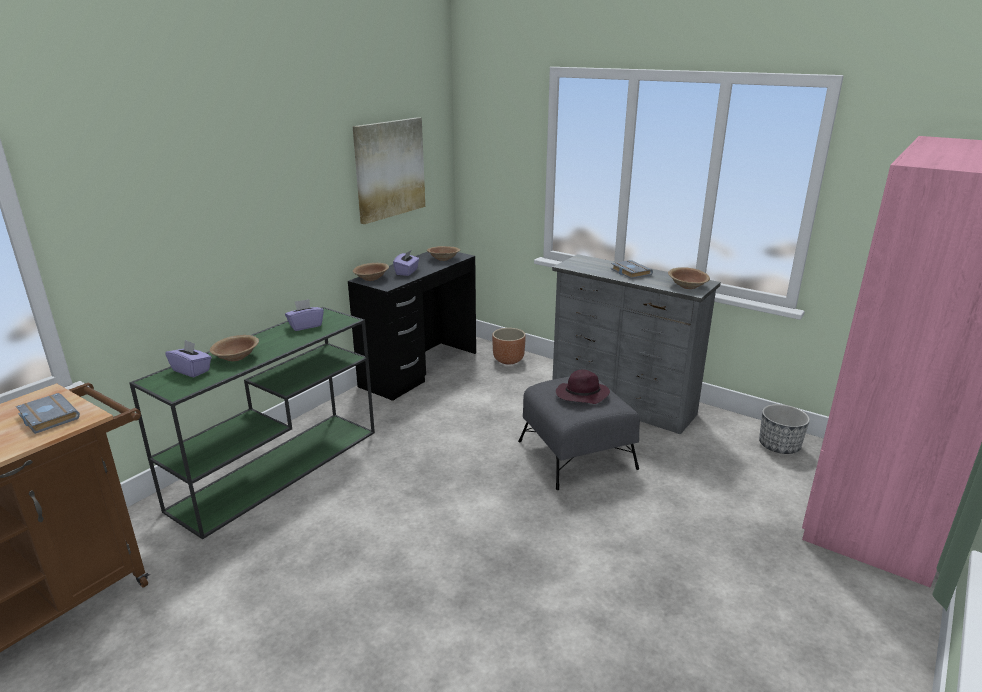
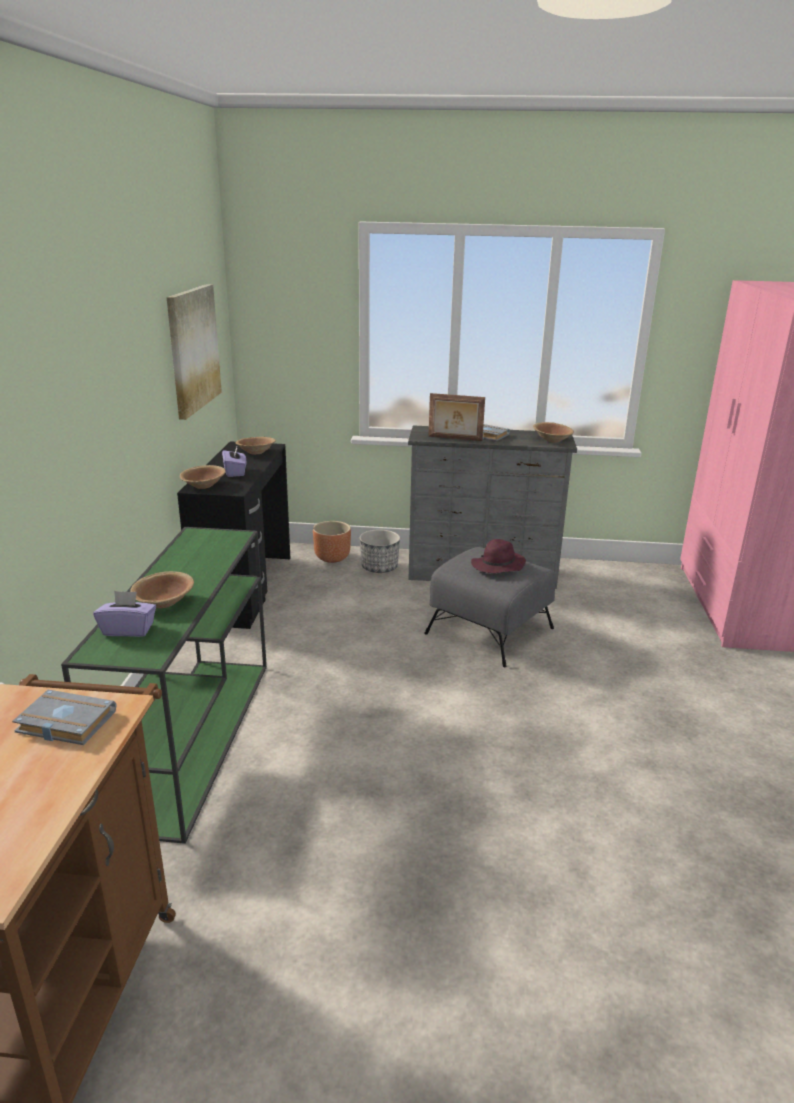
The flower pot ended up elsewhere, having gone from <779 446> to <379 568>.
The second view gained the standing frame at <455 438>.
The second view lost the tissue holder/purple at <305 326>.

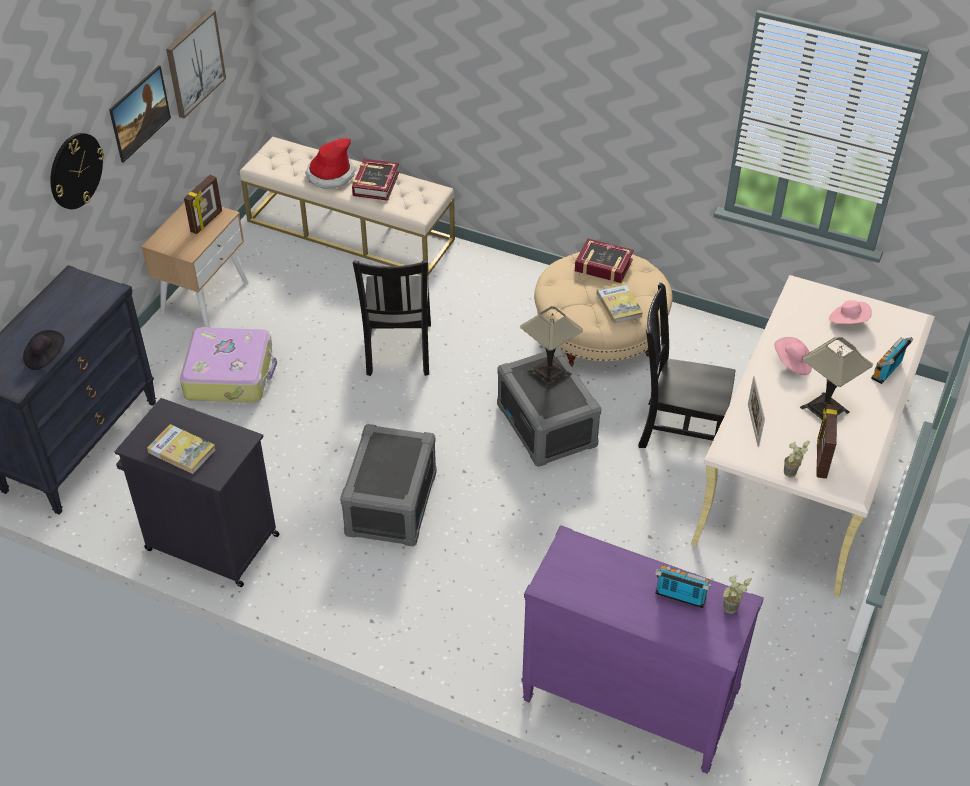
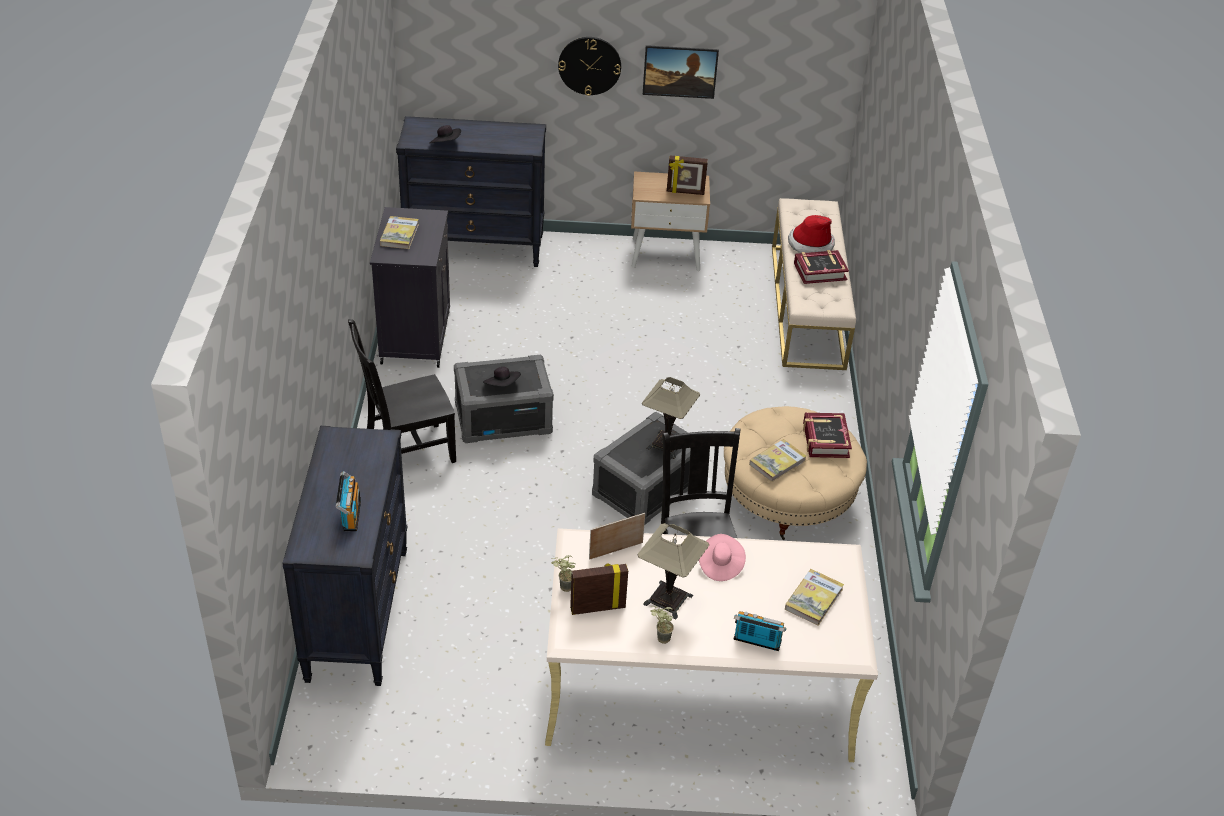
What was the drawer chest/purple at <626 704> turned into the drawer chest/black at <357 613>.
The plain chair/black ended up elsewhere, having gone from <398 351> to <406 451>.
The second view gained the clothing hat/black at <502 386>.
The houseplant ended up elsewhere, having gone from <729 612> to <659 639>.
Where the clothing hat/pinkish stood at <848 321>, the volume came to stand at <813 599>.
The second view lost the picture at <194 63>.
The second view lost the suitcase at <230 374>.

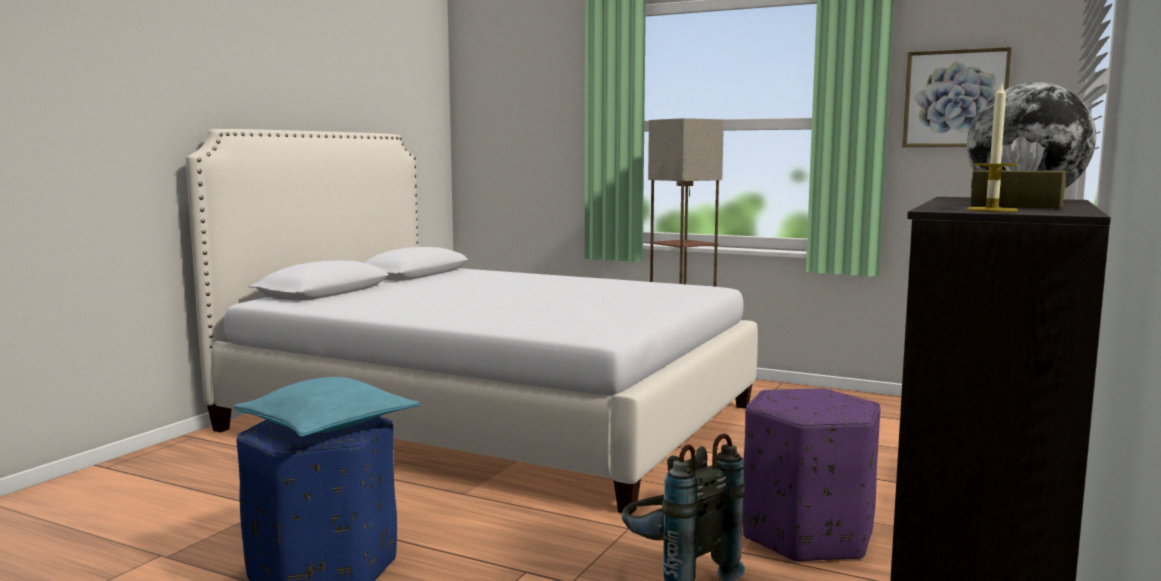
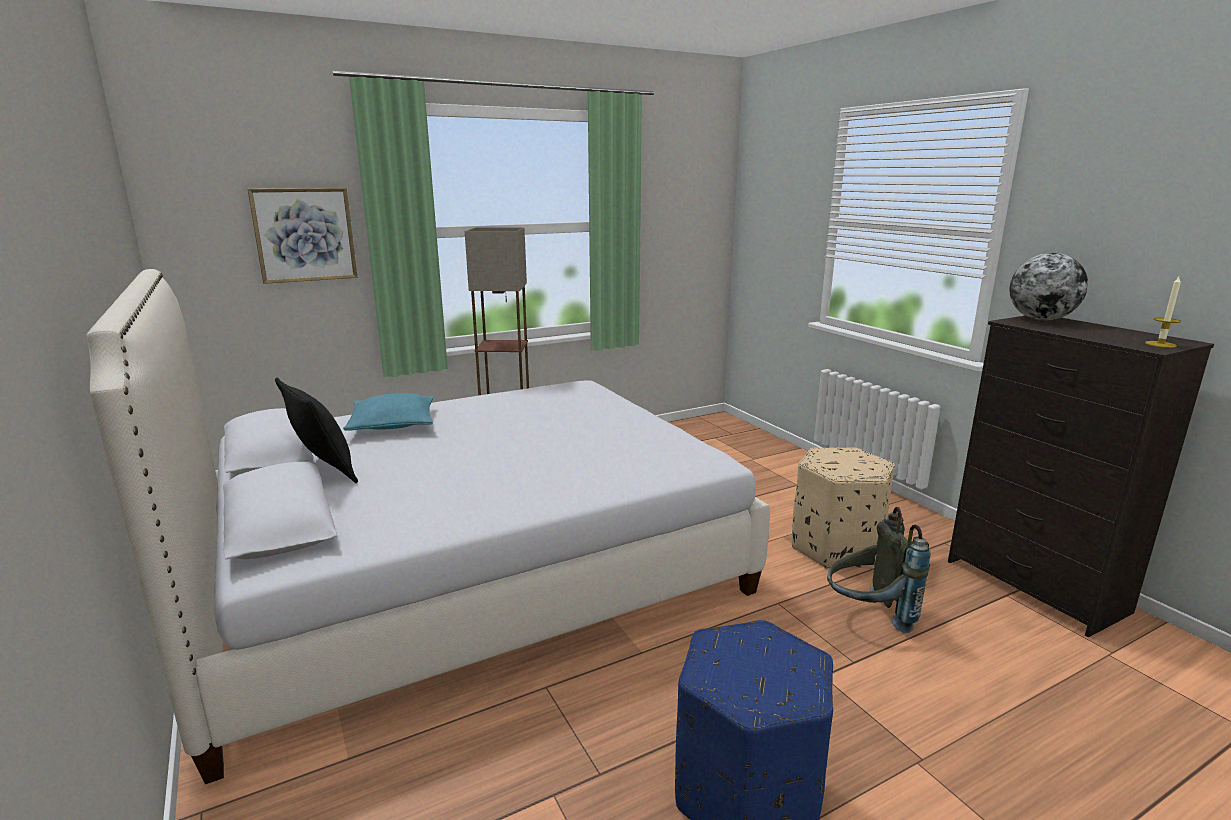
The picture ended up elsewhere, having gone from <955 98> to <304 235>.
The second view gained the pillow/black at <324 471>.
The pillow/turquoise ended up elsewhere, having gone from <328 425> to <393 424>.
What was the pouffe/purple at <808 535> turned into the pouffe/beige-coloured at <836 547>.
The second view lost the tissue holder/brownish at <1016 206>.

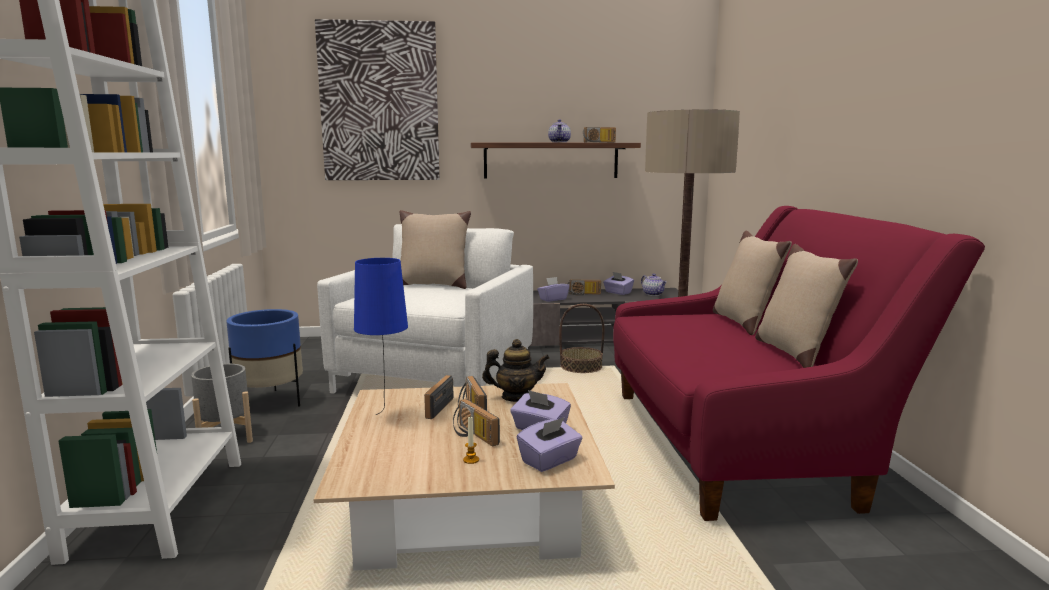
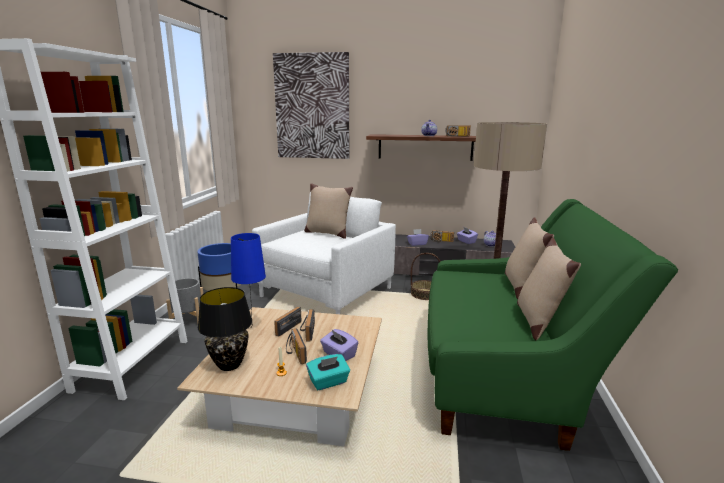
The second view gained the tabletop lamp/black at <230 364>.
What was the tissue holder/purple at <550 461> turned into the tissue holder/turquoise at <328 382>.
What was the settee/red-coloured at <741 443> turned into the settee/green-coloured at <505 373>.
The second view lost the tea pot at <516 397>.

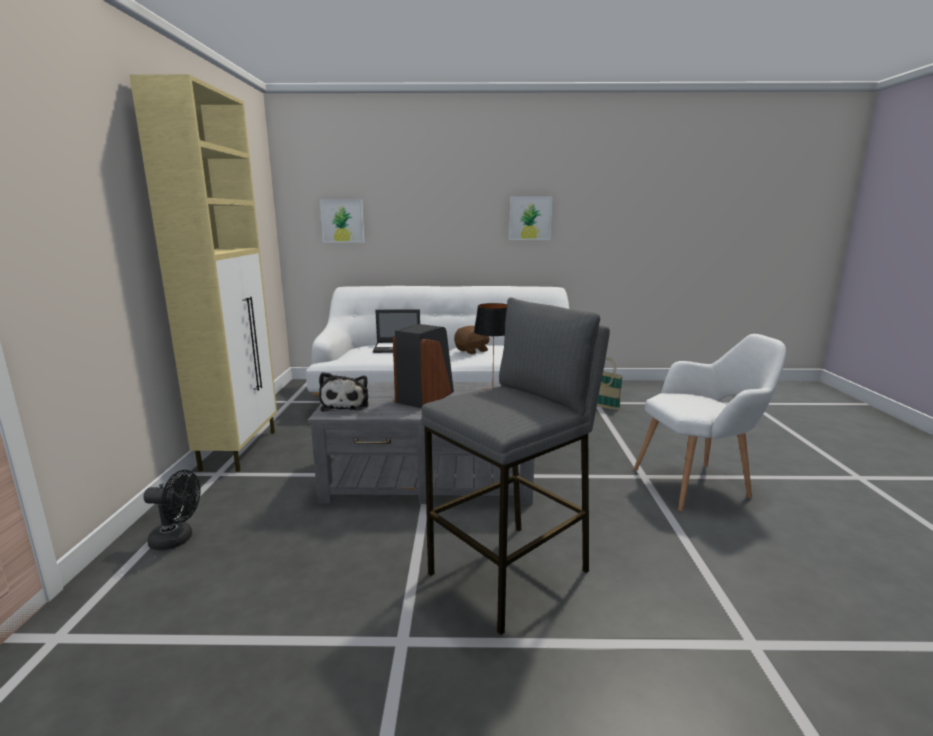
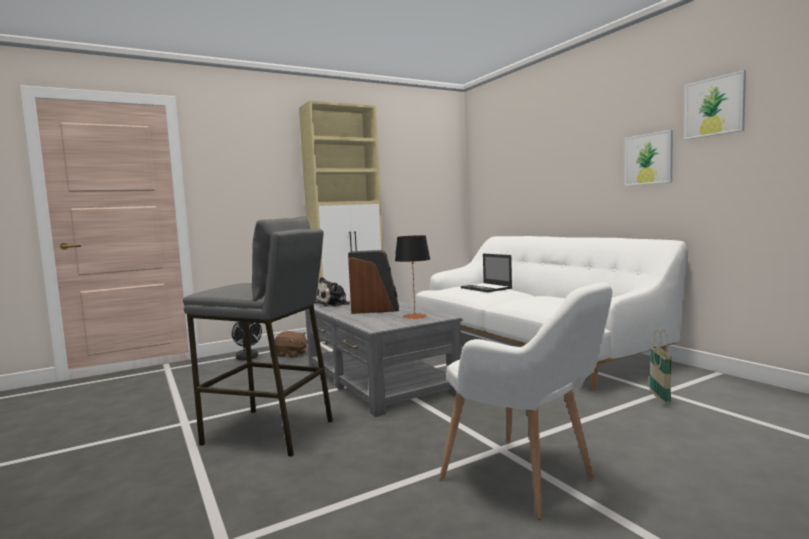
The plush toy/brownish ended up elsewhere, having gone from <472 351> to <291 354>.
The picture ended up elsewhere, having gone from <342 221> to <714 106>.

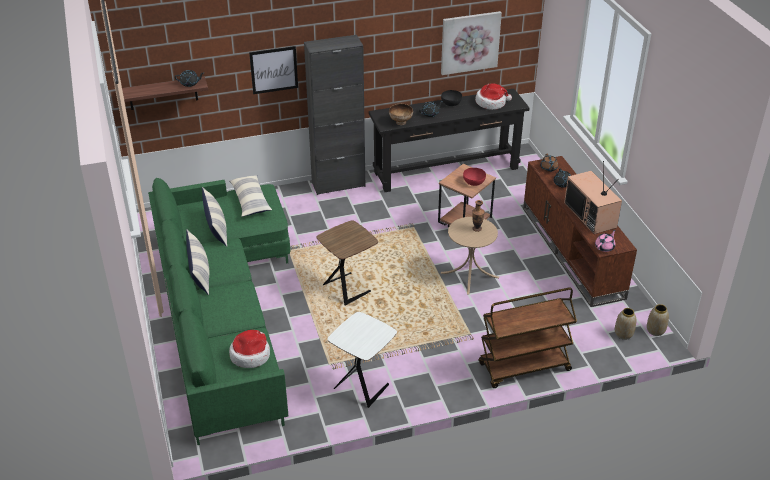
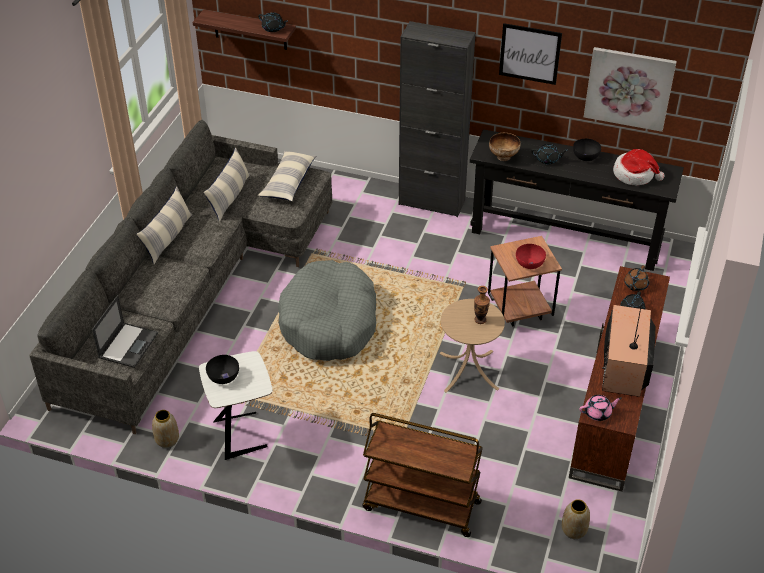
What was the settee/green-coloured at <223 310> turned into the settee/greyish at <193 287>.
Where the clothing hat stood at <250 355>, the portable computer came to stand at <128 345>.
The decorative vase ended up elsewhere, having gone from <655 331> to <167 440>.
The second view gained the deep dish/black at <223 376>.
Where the side table/brownish stood at <348 288>, the pet bed/greyish came to stand at <329 322>.
The picture ended up elsewhere, having gone from <274 70> to <530 53>.

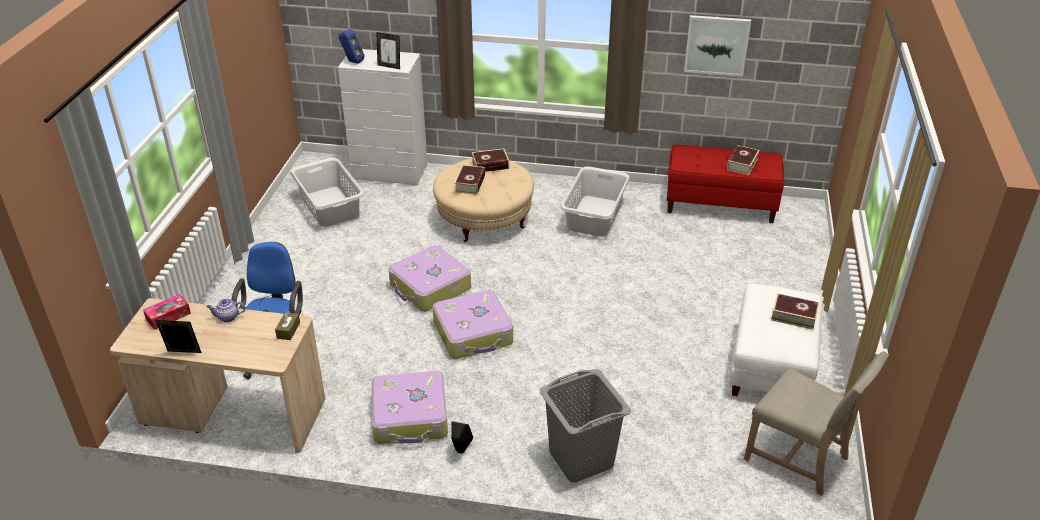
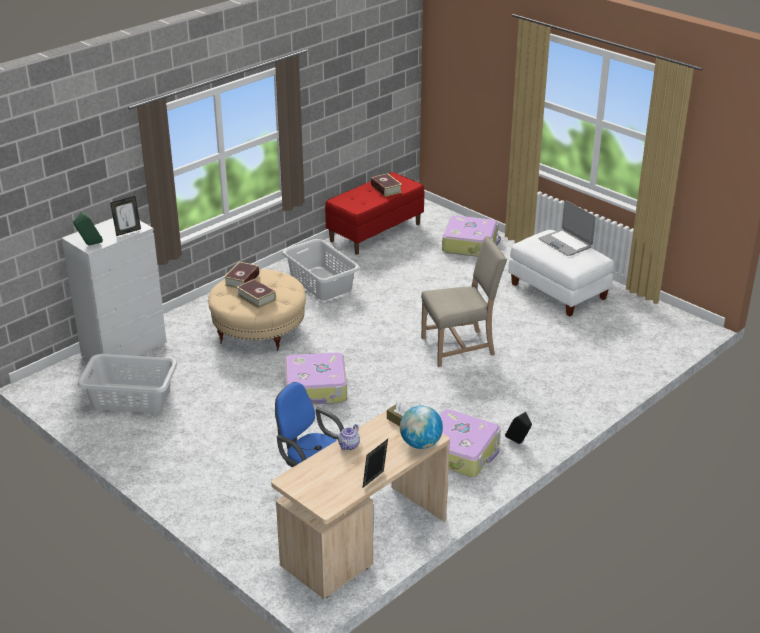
What was the audio speaker/blue at <352 62> turned into the audio speaker/green-coloured at <89 245>.
The second view gained the world globe at <420 444>.
The plain chair/beige-coloured ended up elsewhere, having gone from <800 458> to <460 347>.
The suitcase ended up elsewhere, having gone from <473 333> to <470 244>.
Where the volume stood at <794 316>, the portable computer came to stand at <565 243>.
The second view lost the tissue holder at <168 316>.
The second view lost the hamper/greyish at <581 459>.
The second view lost the picture at <716 45>.

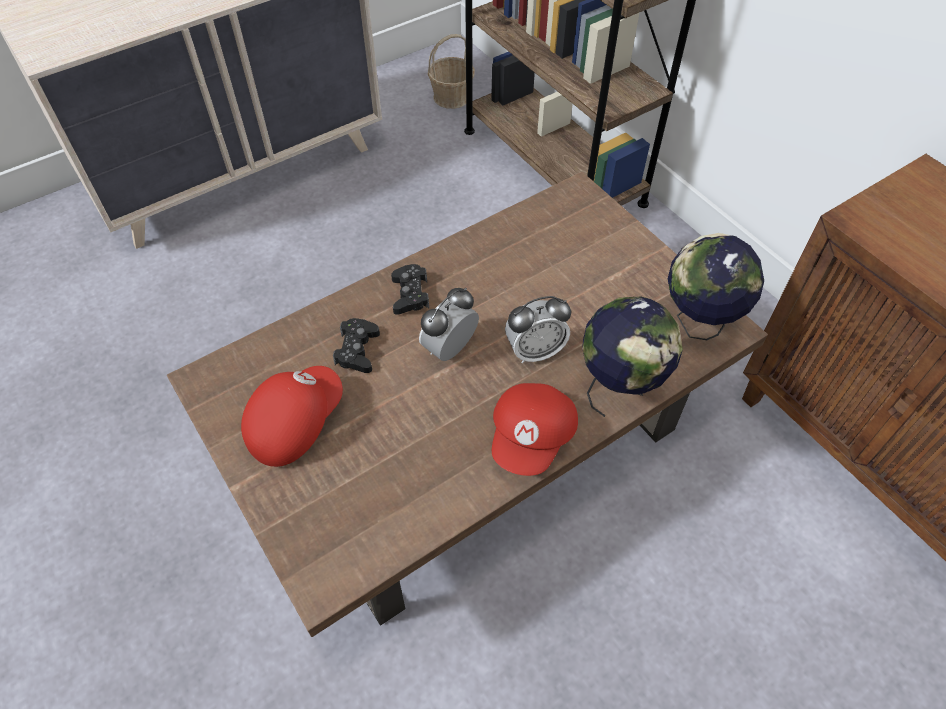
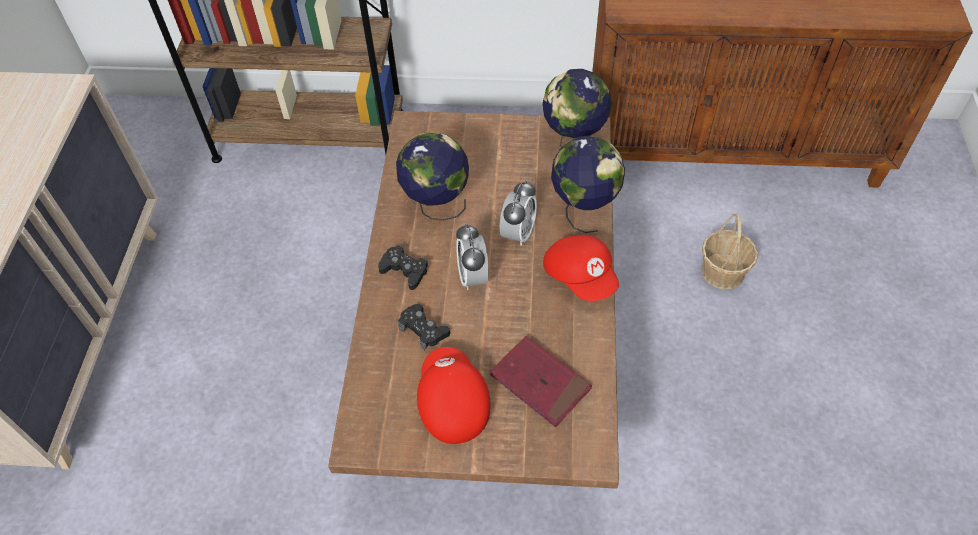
The second view gained the world globe at <436 205>.
The second view gained the volume/red-coloured at <540 382>.
The basket ended up elsewhere, having gone from <452 97> to <723 271>.

